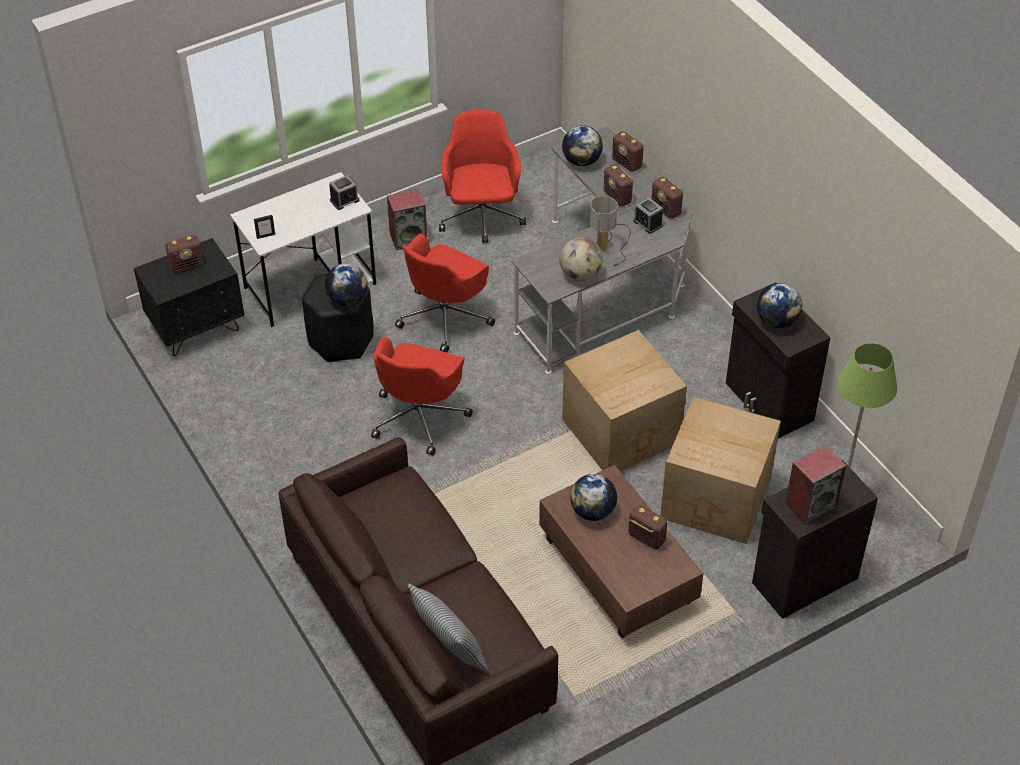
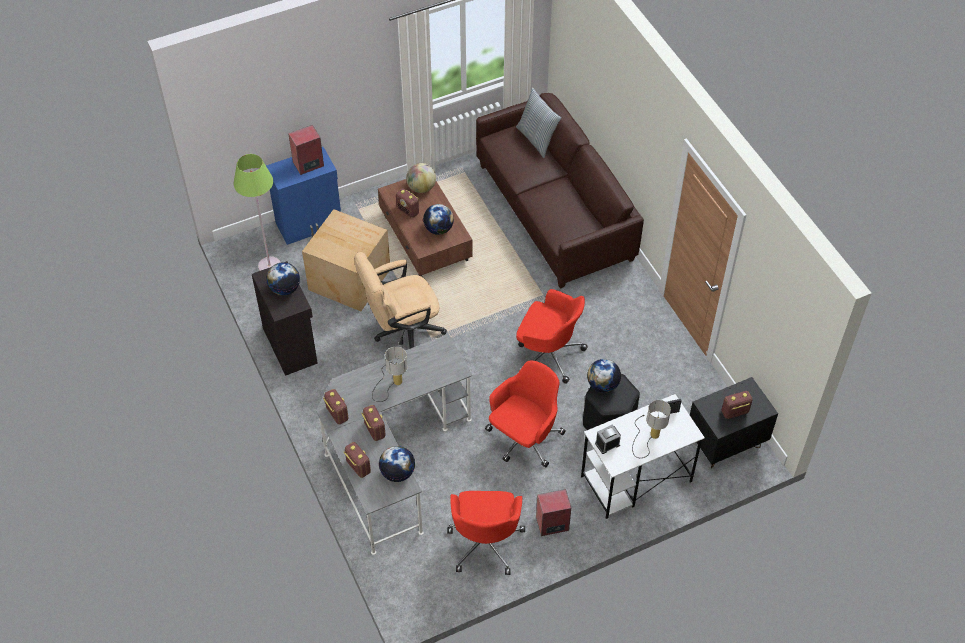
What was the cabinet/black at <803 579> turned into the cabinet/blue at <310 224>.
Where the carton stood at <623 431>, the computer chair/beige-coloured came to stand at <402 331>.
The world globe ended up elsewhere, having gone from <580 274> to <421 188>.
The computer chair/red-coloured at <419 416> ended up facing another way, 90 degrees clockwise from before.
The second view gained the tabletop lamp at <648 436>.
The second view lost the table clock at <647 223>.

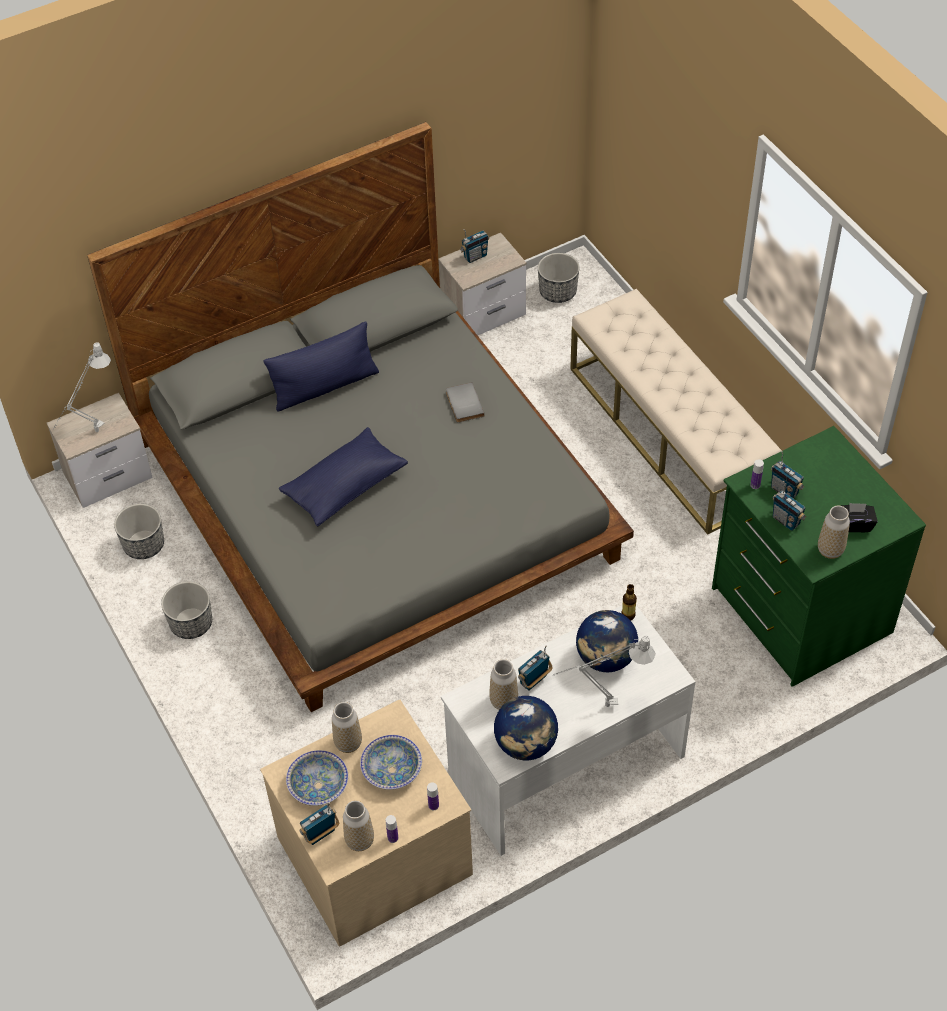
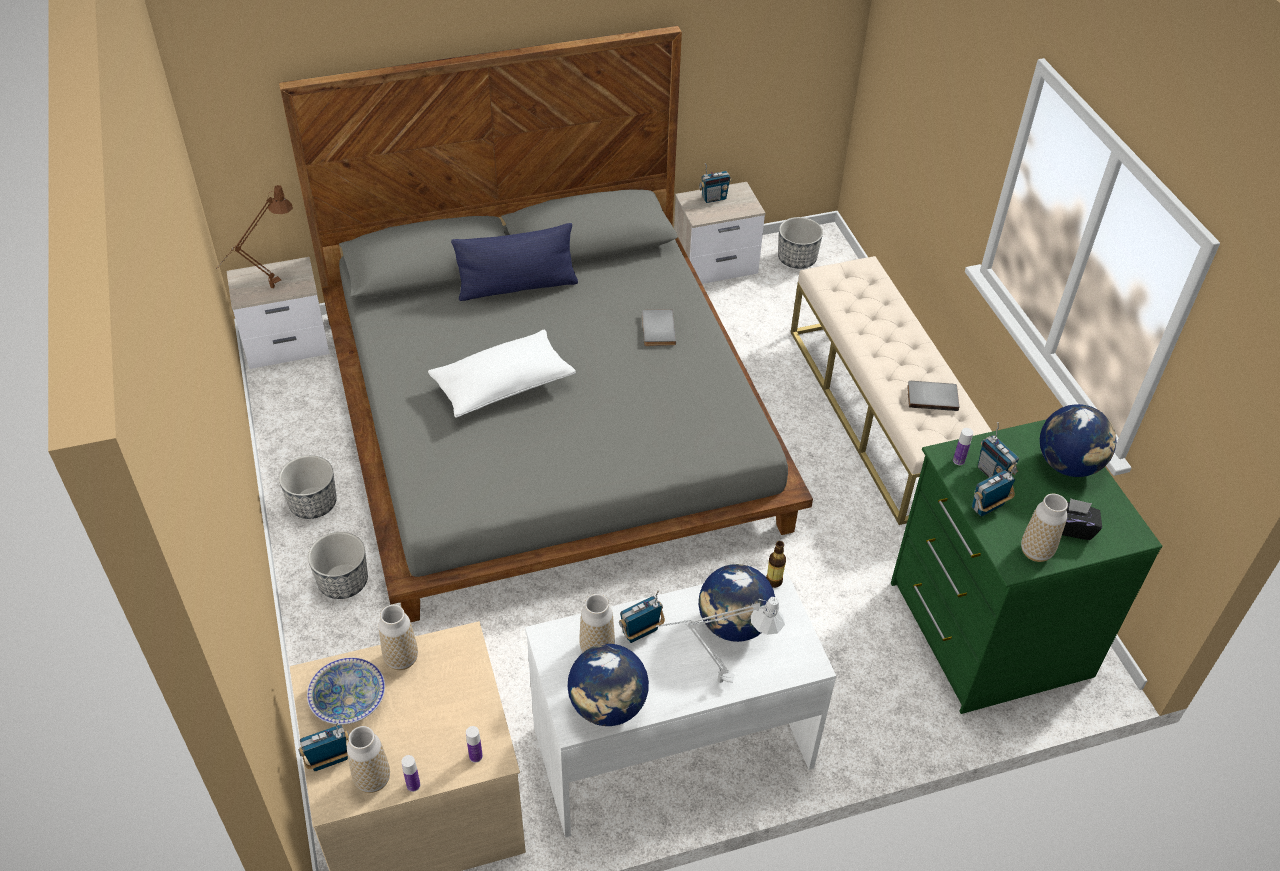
What was the tabletop lamp/greyish at <93 435> turned into the tabletop lamp/brownish at <267 291>.
The flower pot ended up elsewhere, having gone from <143 545> to <343 581>.
What was the pillow/blue at <344 486> turned into the pillow/white-coloured at <503 386>.
The second view gained the volume/greyish at <932 396>.
The radio at <786 520> ended up facing another way, 90 degrees clockwise from before.
The second view gained the world globe at <1068 464>.
The second view lost the deep dish at <392 770>.

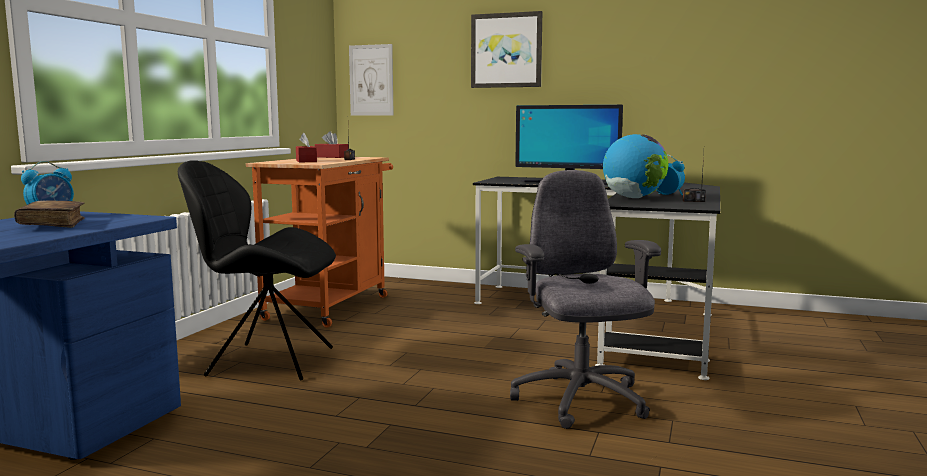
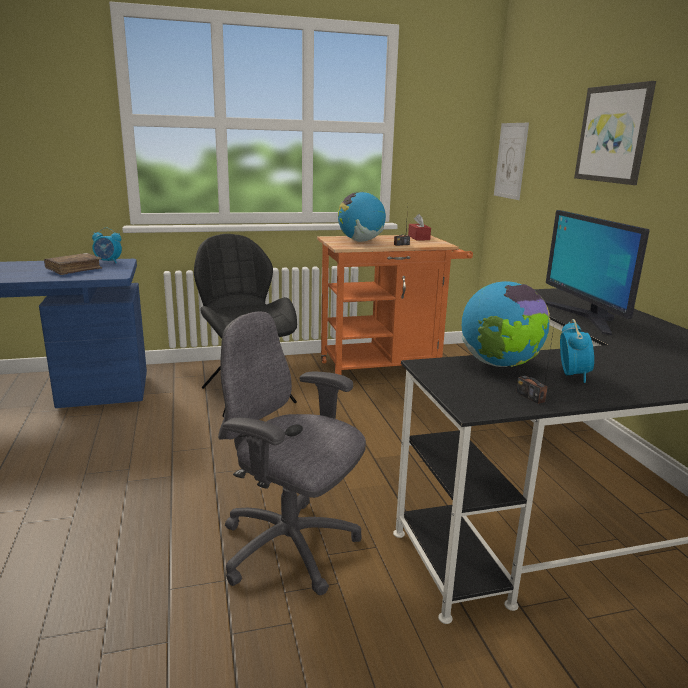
The computer chair/greyish at <580 401> ended up facing another way, 105 degrees counterclockwise from before.
Where the tissue holder/red-coloured stood at <306 161>, the world globe came to stand at <360 241>.

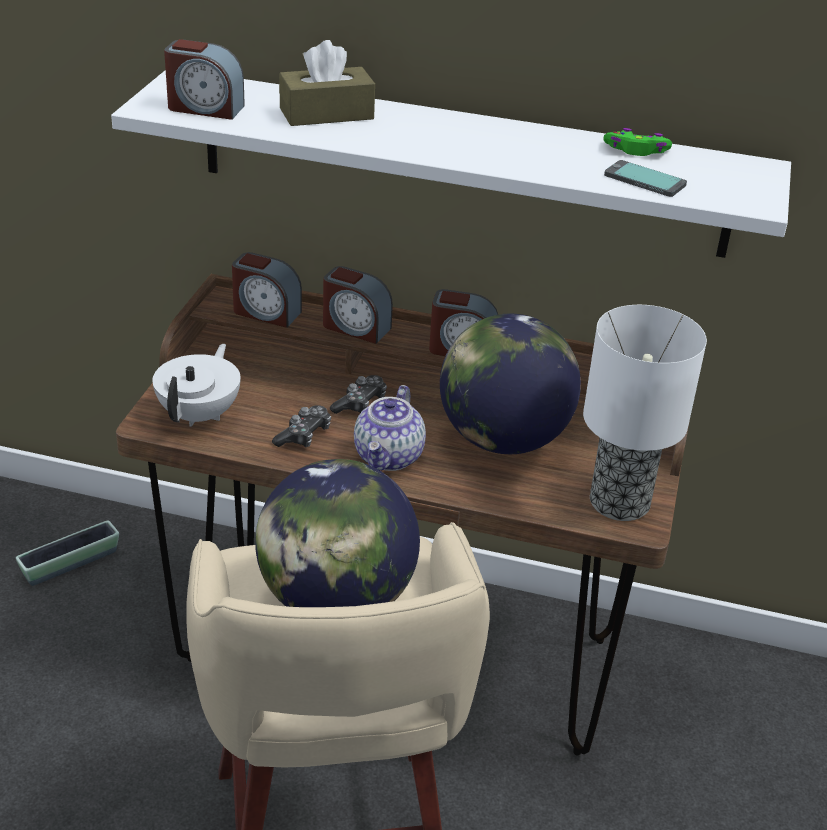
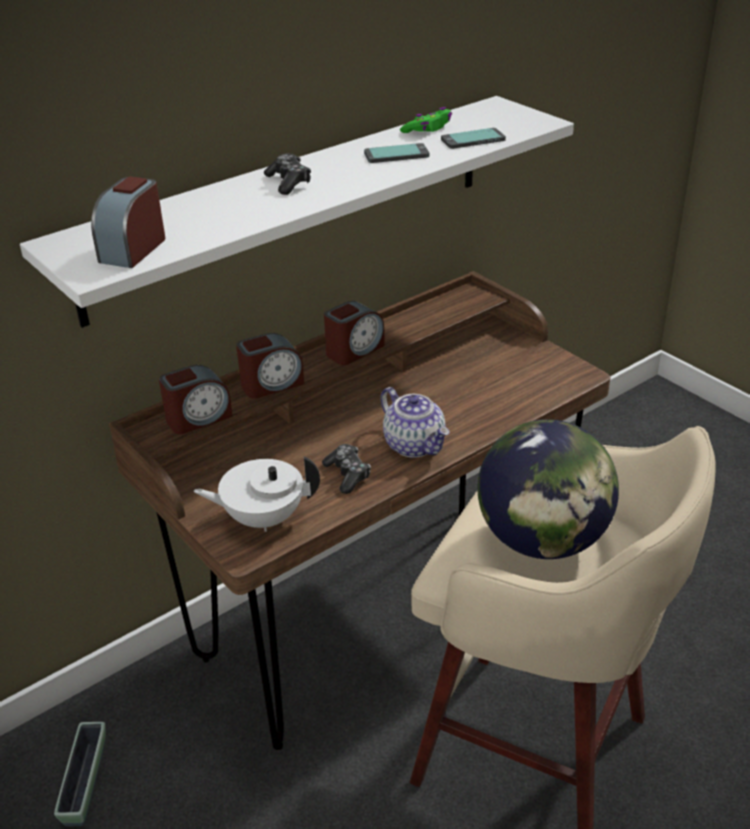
The table clock at <205 108> ended up facing another way, 150 degrees clockwise from before.
The tea pot/white-coloured at <200 414> ended up facing another way, 60 degrees counterclockwise from before.
The game controller ended up elsewhere, having gone from <360 403> to <289 182>.
The second view gained the phone at <396 154>.
The second view lost the tissue holder/brownish at <326 114>.
The second view lost the world globe at <503 440>.
The second view lost the tabletop lamp at <621 502>.

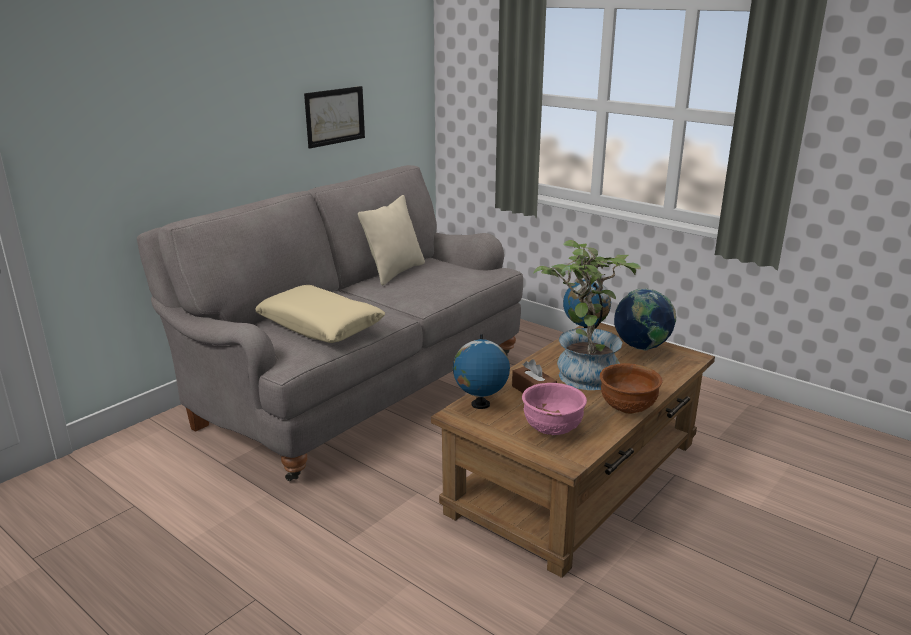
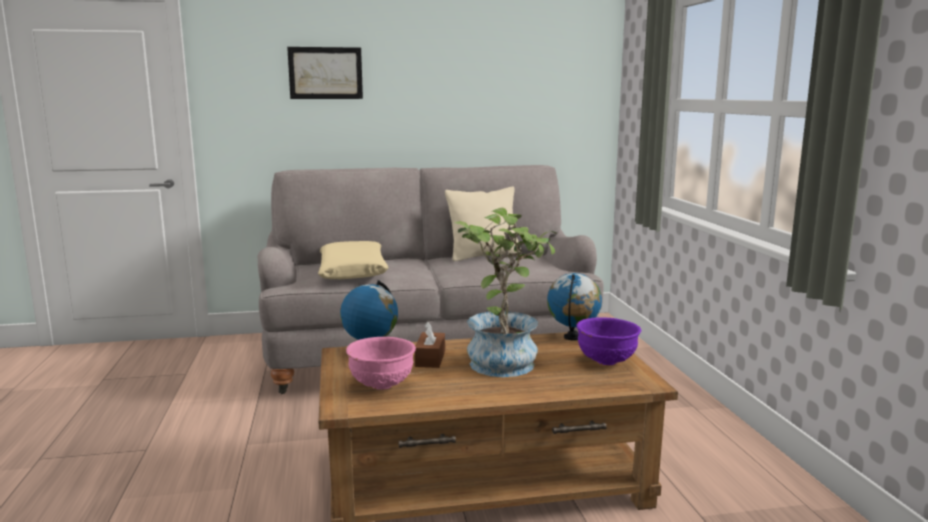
The picture ended up elsewhere, having gone from <335 116> to <325 73>.
Where the world globe stood at <642 348>, the deep dish/purple came to stand at <607 362>.
The second view lost the deep dish/brownish at <626 408>.

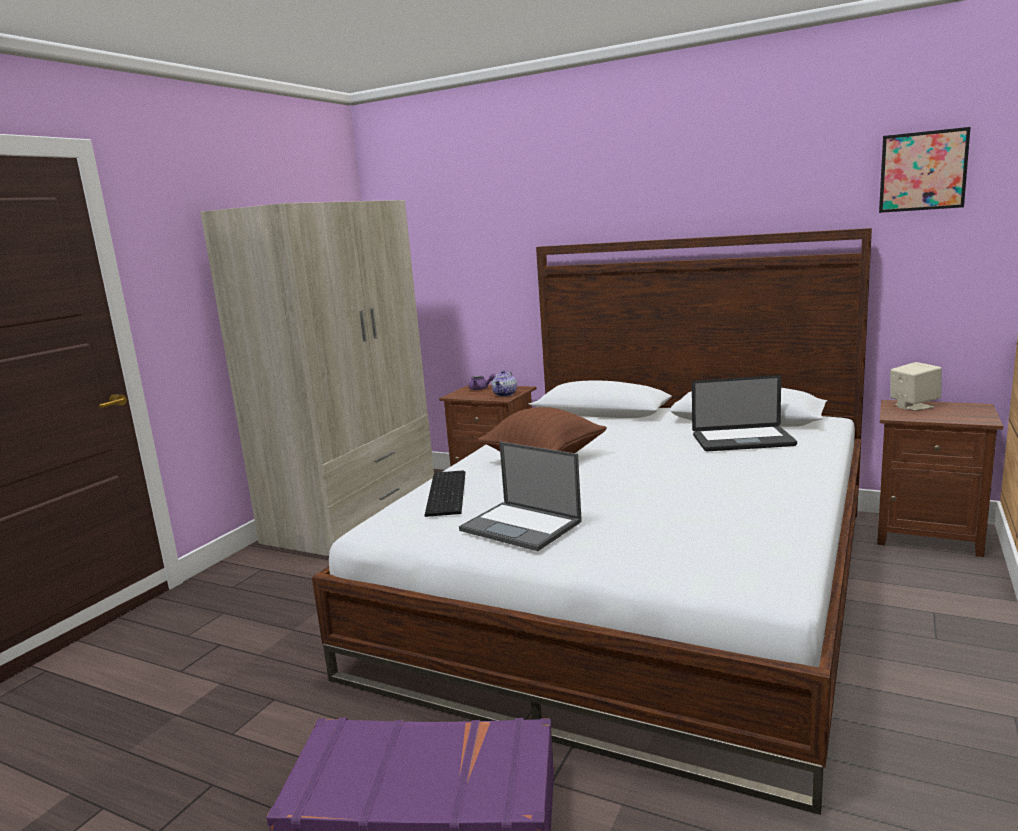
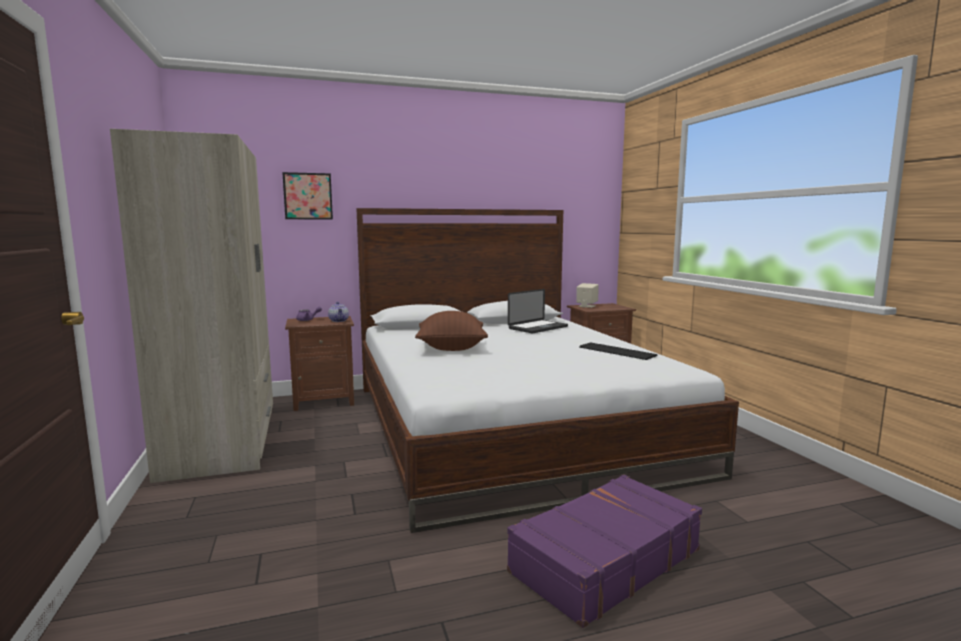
The picture ended up elsewhere, having gone from <923 171> to <308 196>.
The keyboard ended up elsewhere, having gone from <448 492> to <616 351>.
The second view lost the portable computer at <522 526>.

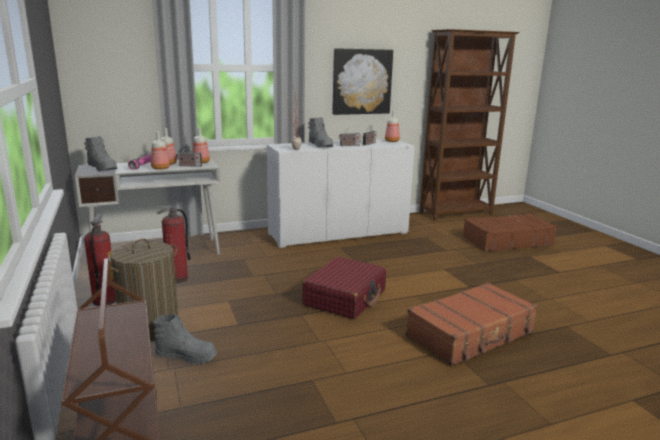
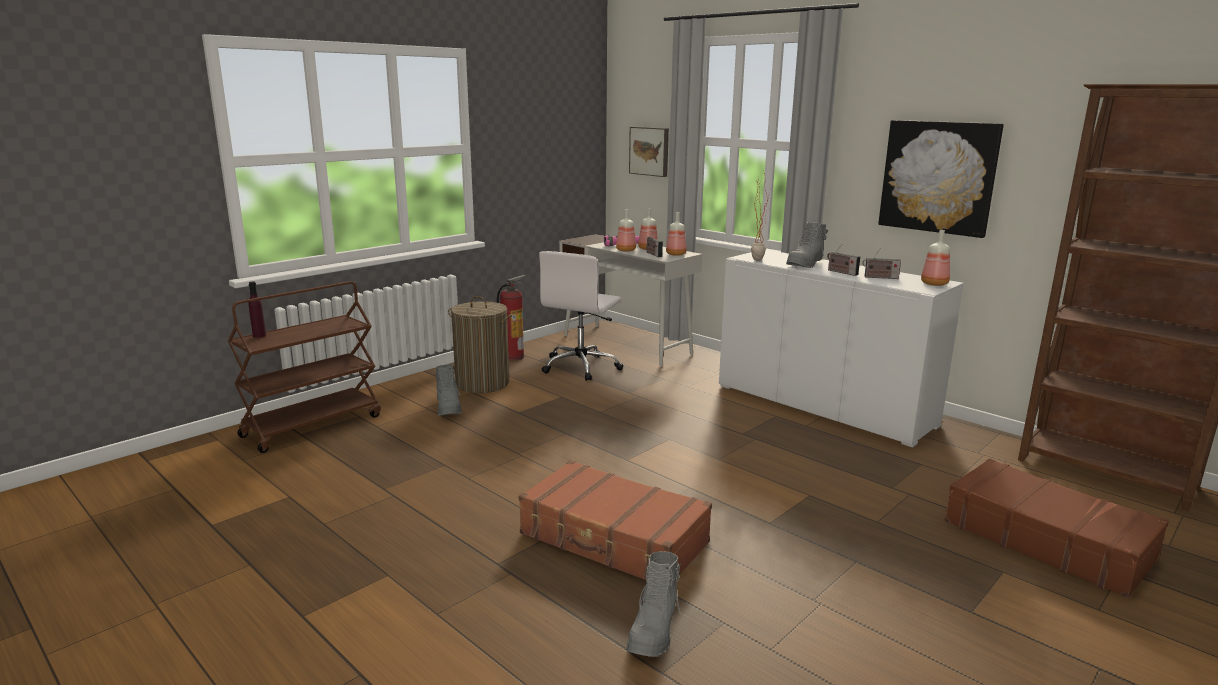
The second view gained the beverage bottle/purple at <259 335>.
Where the fire-fighting cylinder stood at <177 279>, the computer chair/white-coloured came to stand at <581 366>.
The boot/greyish ended up elsewhere, having gone from <103 168> to <654 630>.
The second view gained the picture at <650 151>.
The second view lost the suitcase/red-coloured at <345 298>.

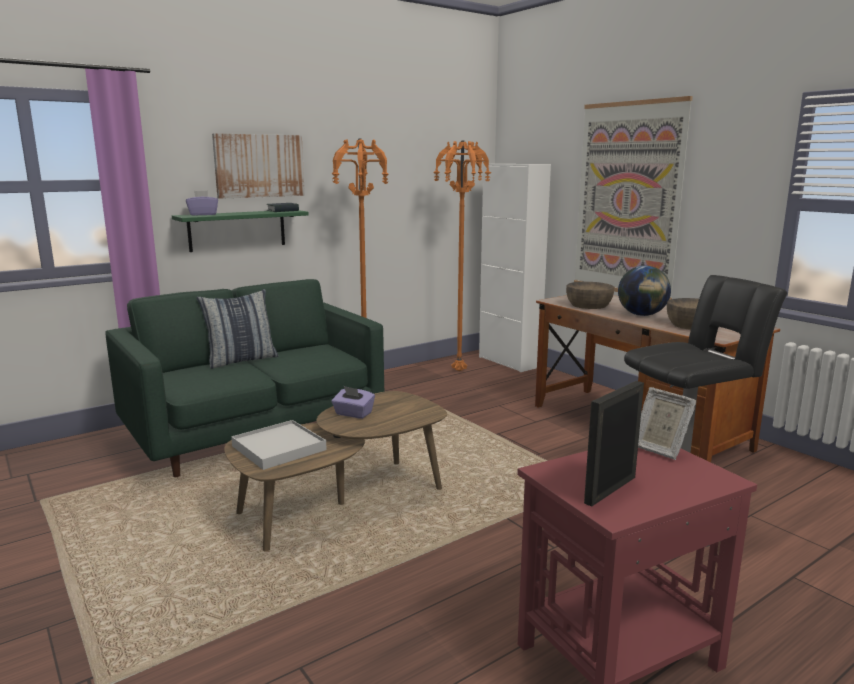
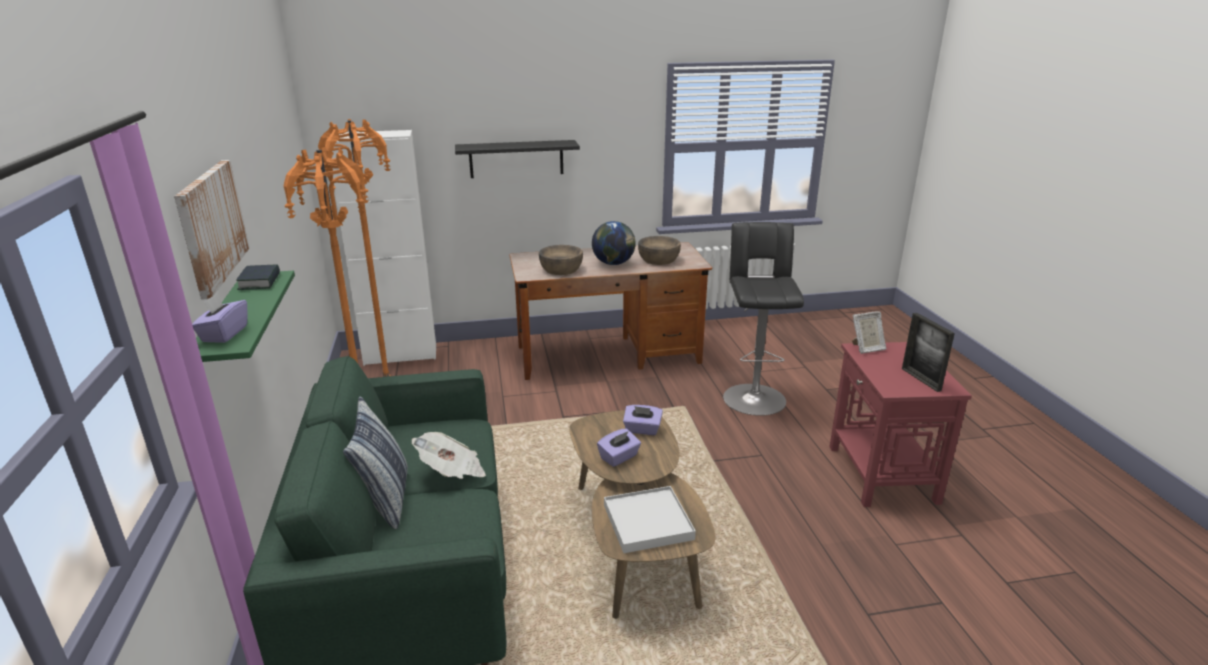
The second view gained the printed paper at <452 471>.
Where the picture hung at <627 199>, the shelf/black came to hang at <516 159>.
The second view gained the tissue holder/purple at <642 429>.

